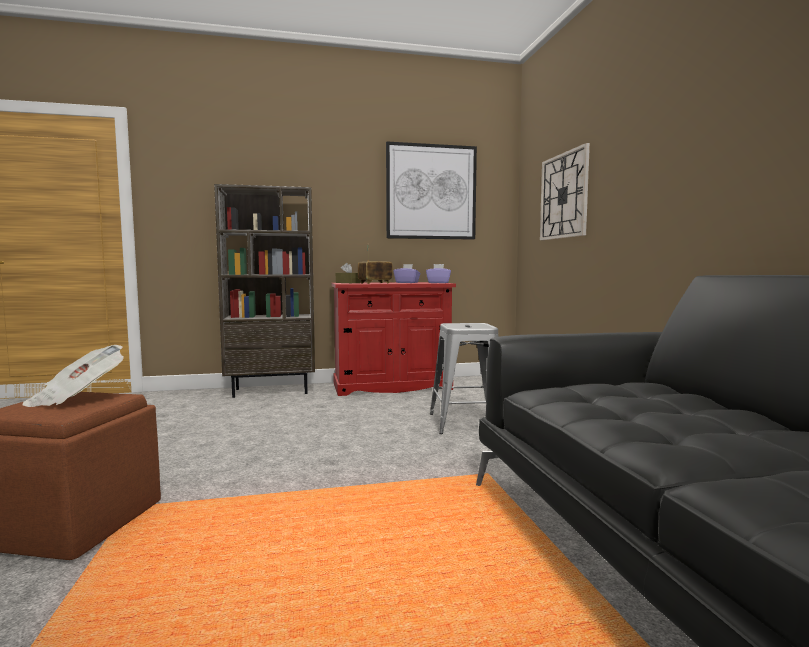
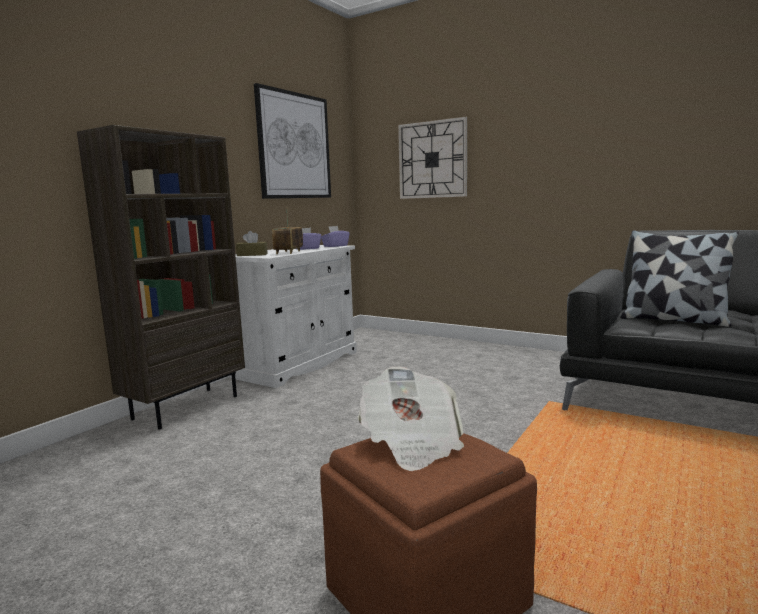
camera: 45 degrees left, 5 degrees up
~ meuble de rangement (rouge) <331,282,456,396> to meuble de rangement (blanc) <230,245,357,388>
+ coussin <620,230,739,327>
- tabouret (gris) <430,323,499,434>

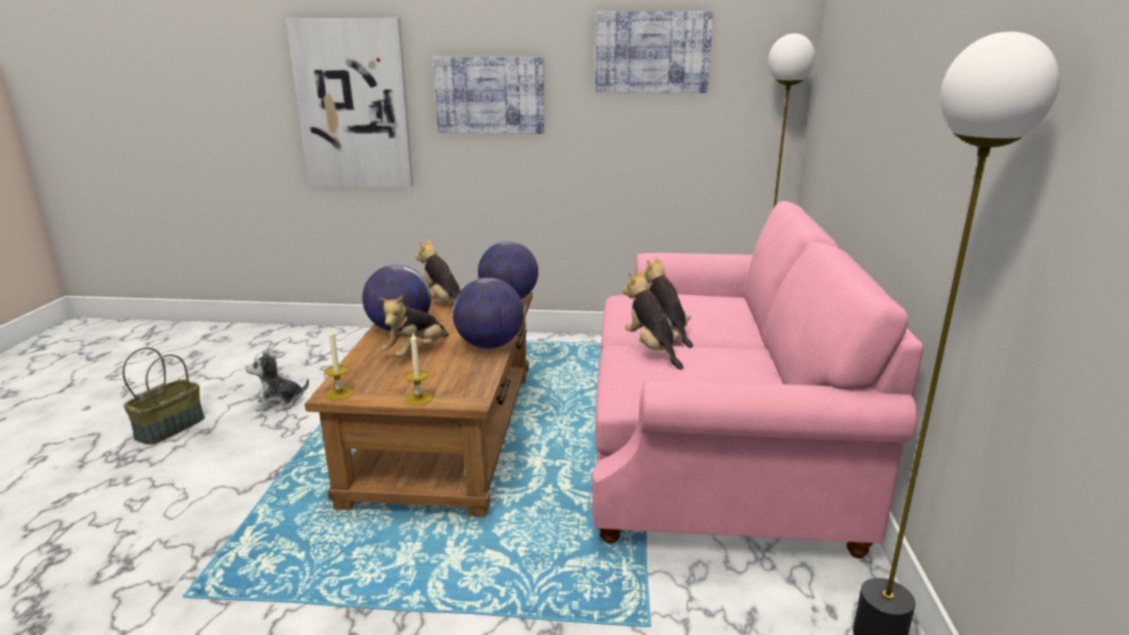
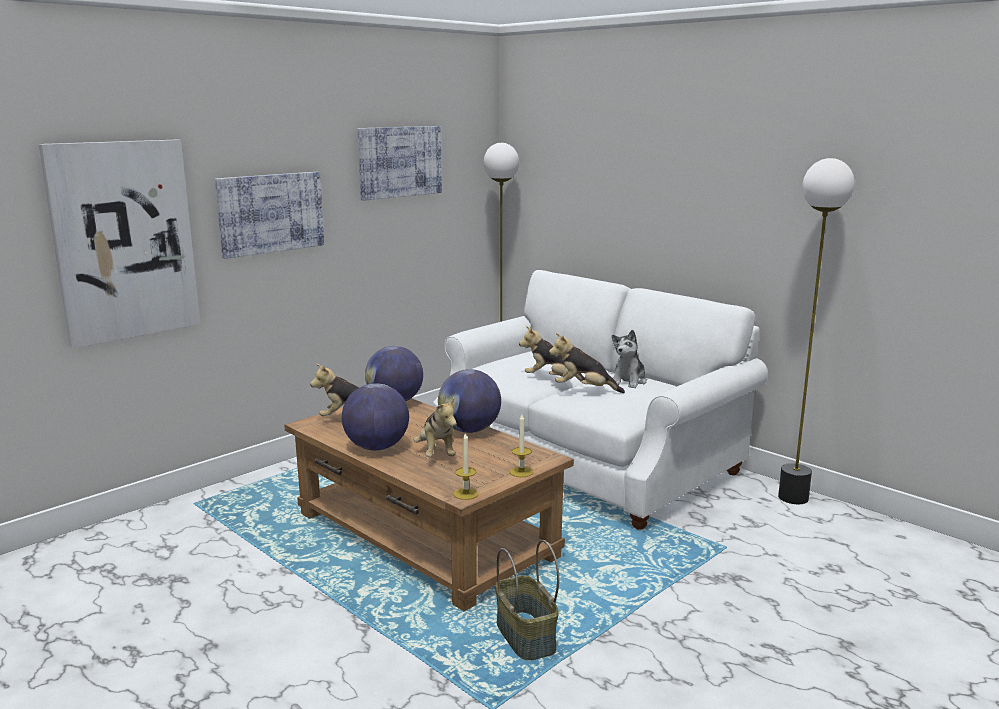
camera: 50 degrees left, 5 degrees down
~ canapé (rose) <592,201,923,558> to canapé (blanc) <433,270,768,530>
~ panier <122,347,205,445> to <495,540,559,661>
~ peluche <245,350,309,412> to <612,330,647,388>

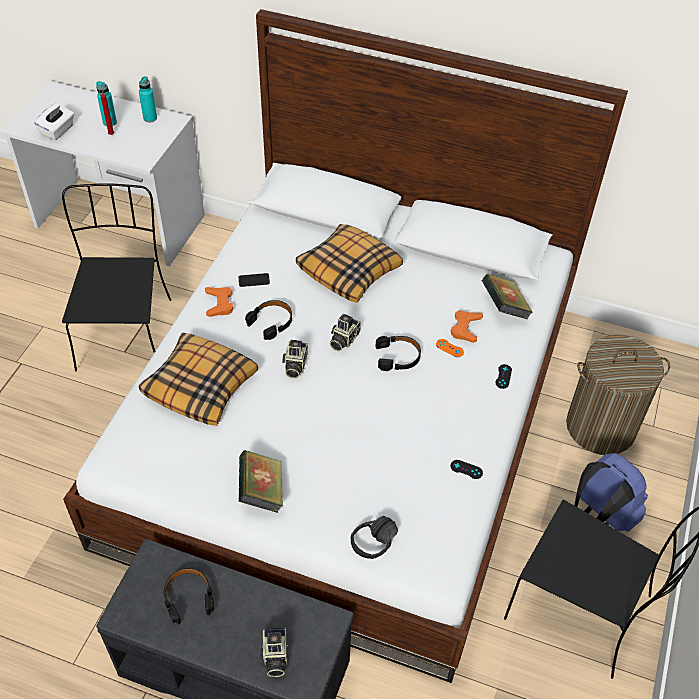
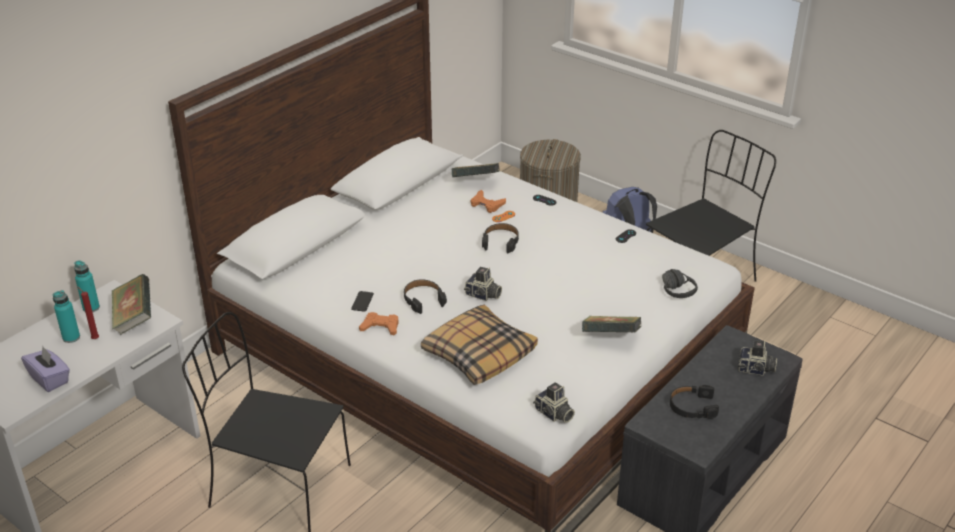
camera: 70 degrees left, 15 degrees down
~ boîte à mouchoirs (blanc) <34,103,74,140> to boîte à mouchoirs (violet) <21,347,70,392>
+ livre <112,274,151,335>
~ appareil photo <330,314,361,351> to <533,382,575,423>
- coussin <296,224,403,303>

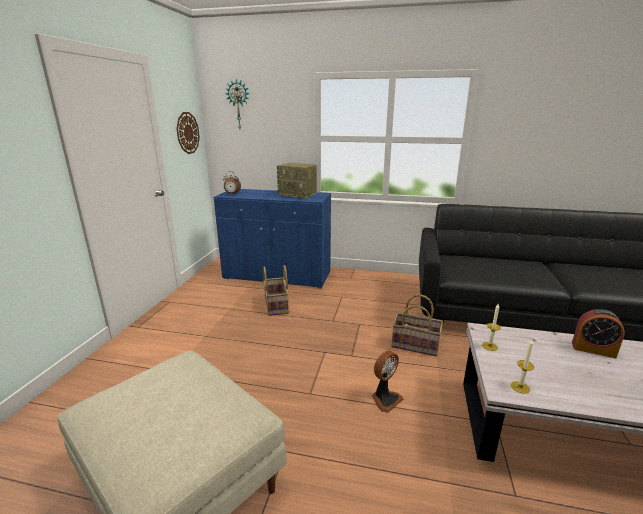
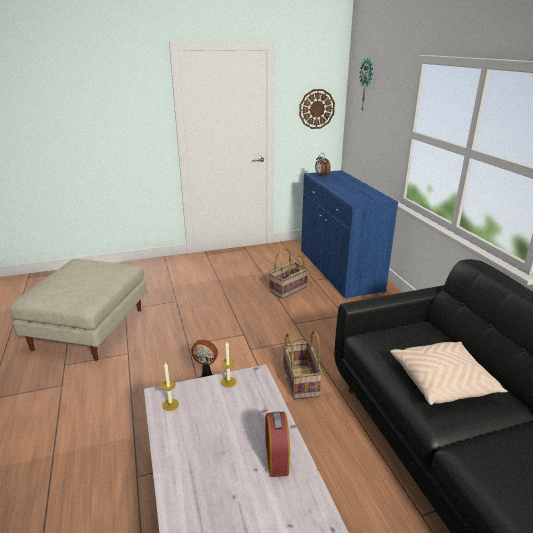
camera: 60 degrees right, 5 degrees up
+ coussin (beige) <390,342,507,405>
- radio <277,162,317,199>

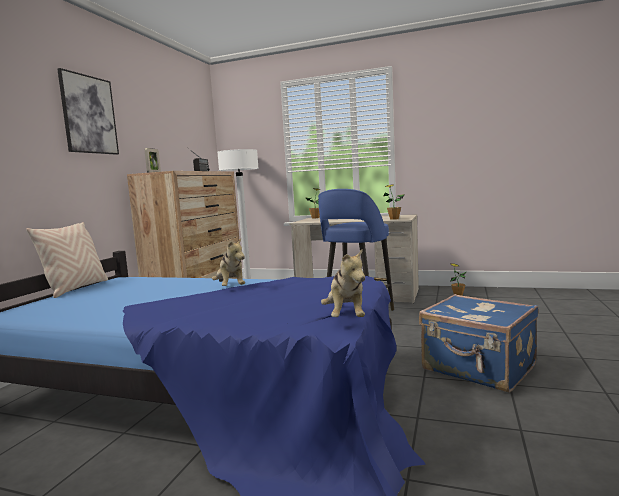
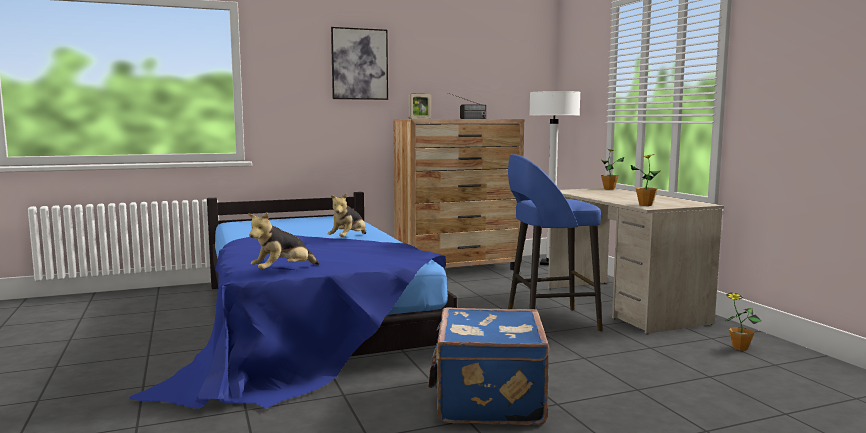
camera: 50 degrees right, 0 degrees up
- coussin (beige) <26,222,108,298>

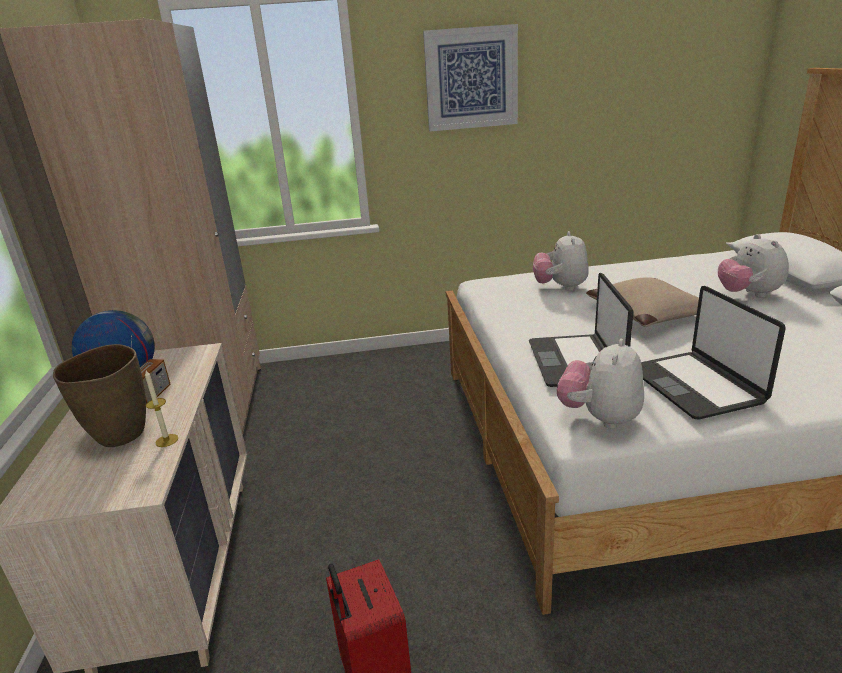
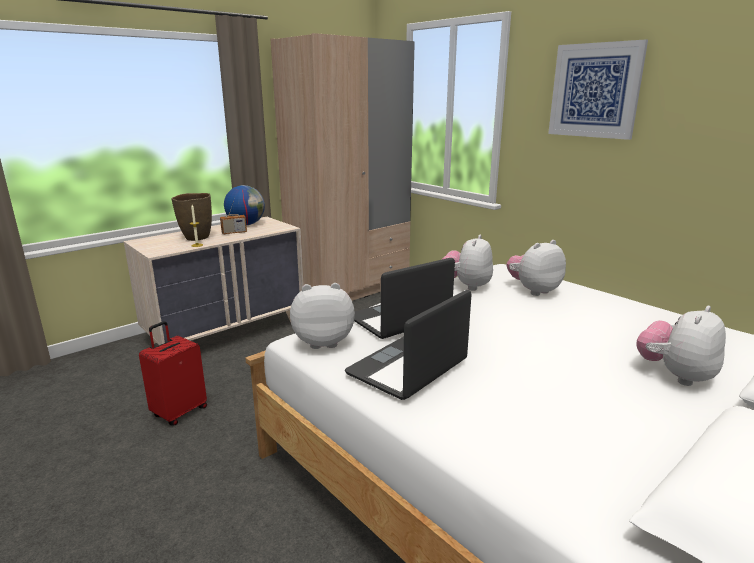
camera: 55 degrees right, 5 degrees down
+ peluche <442,235,493,291>
- coussin (beige) <586,277,699,327>

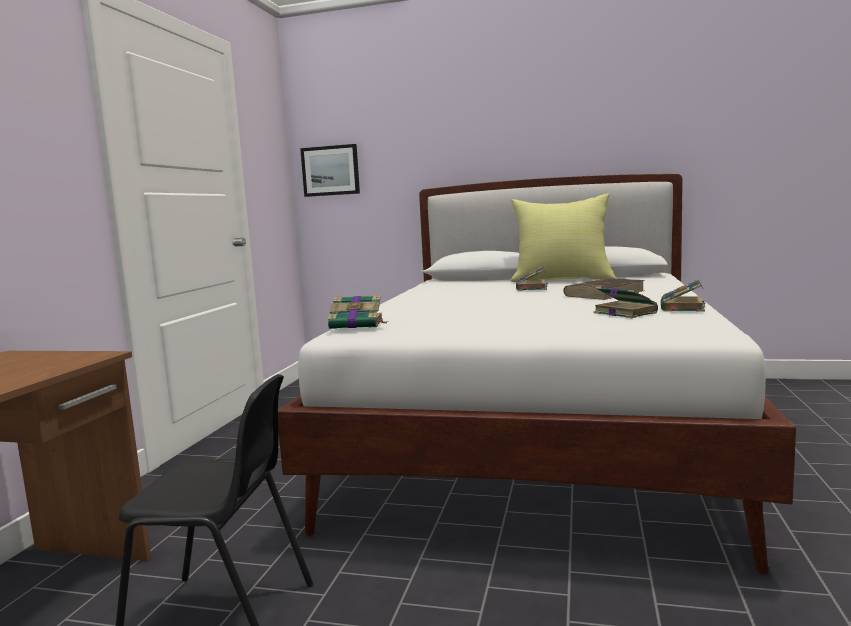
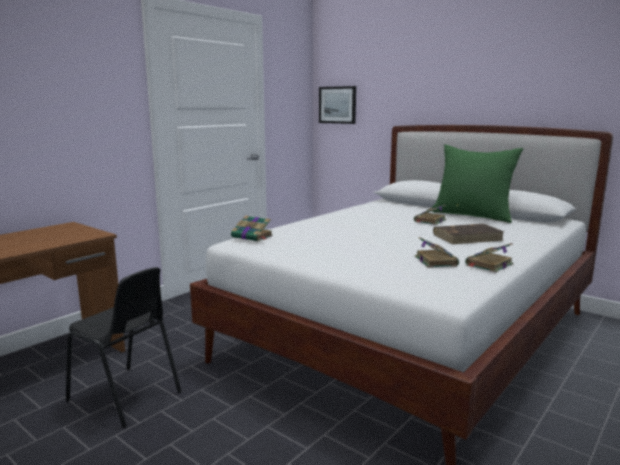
camera: 25 degrees right, 5 degrees up
~ coussin (jaune) <511,193,616,282> to coussin (vert) <432,144,523,223>

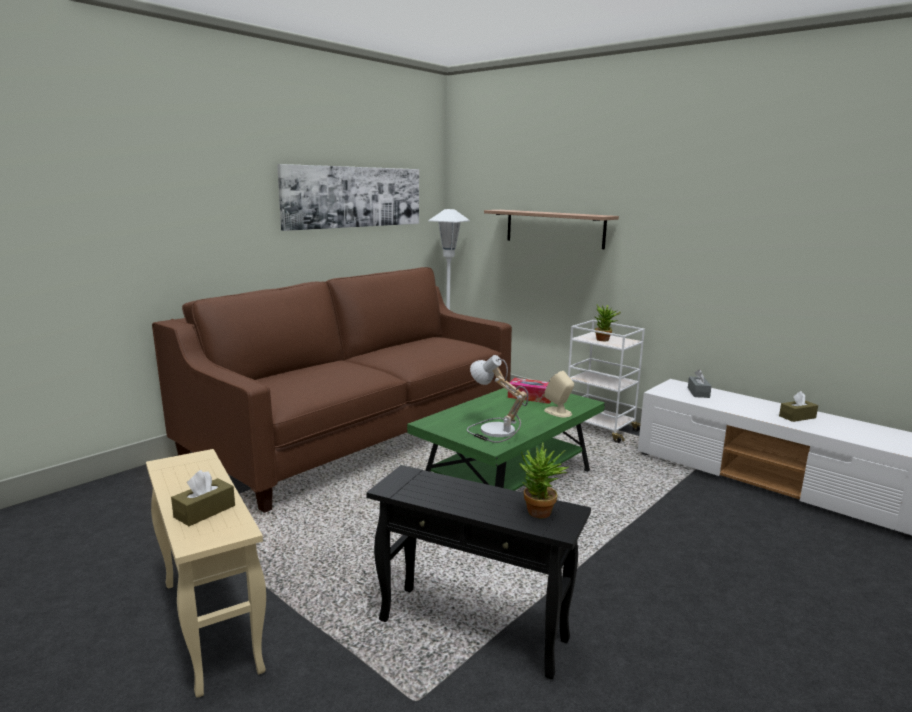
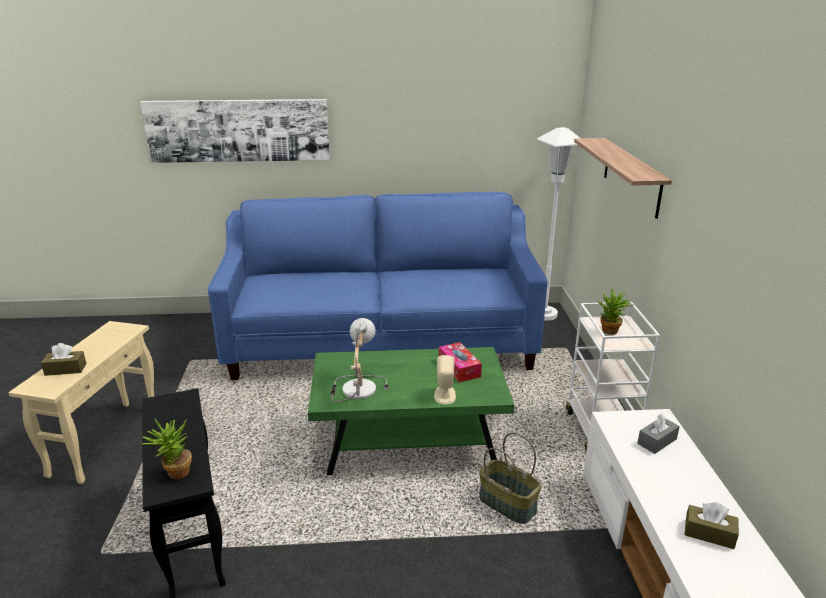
camera: 45 degrees right, 10 degrees up
~ tableau <277,164,419,231> to <140,99,330,163>
~ canapé (marron) <152,267,512,513> to canapé (bleu) <208,192,547,380>
+ panier <479,432,541,524>

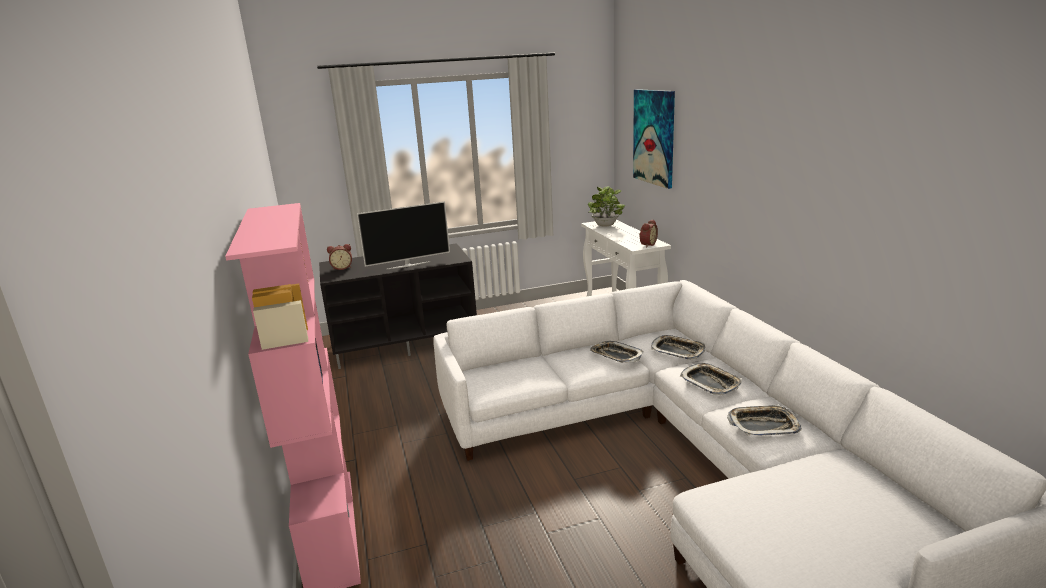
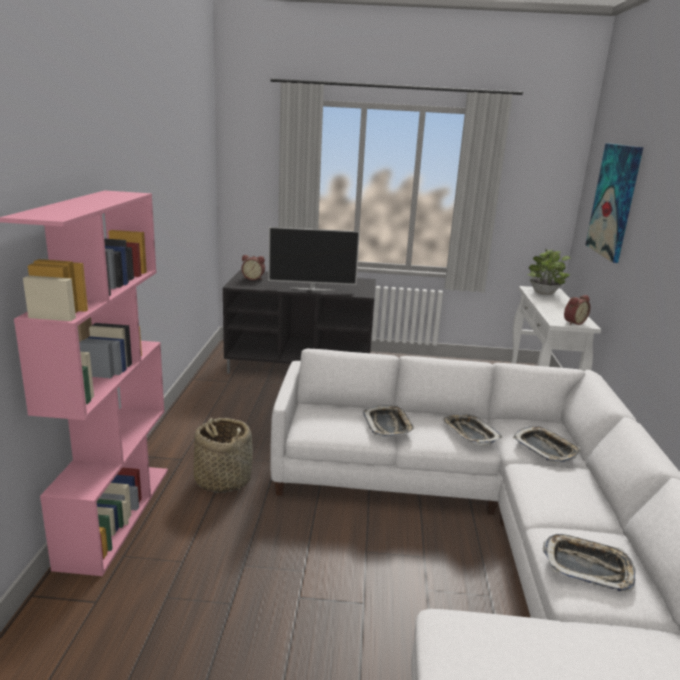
camera: 20 degrees right, 0 degrees up
+ panier <194,418,253,493>
~ plateau <679,363,742,395> to <363,405,415,437>

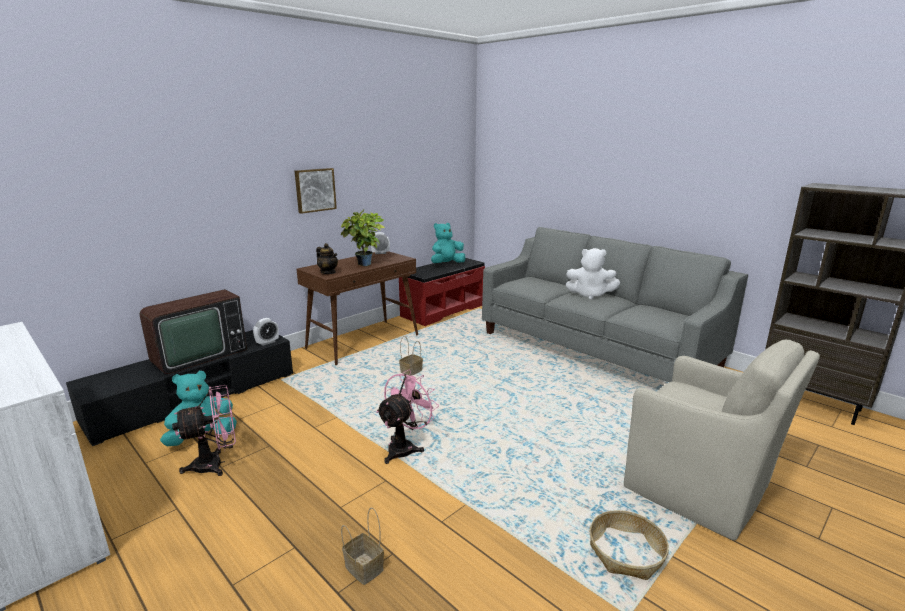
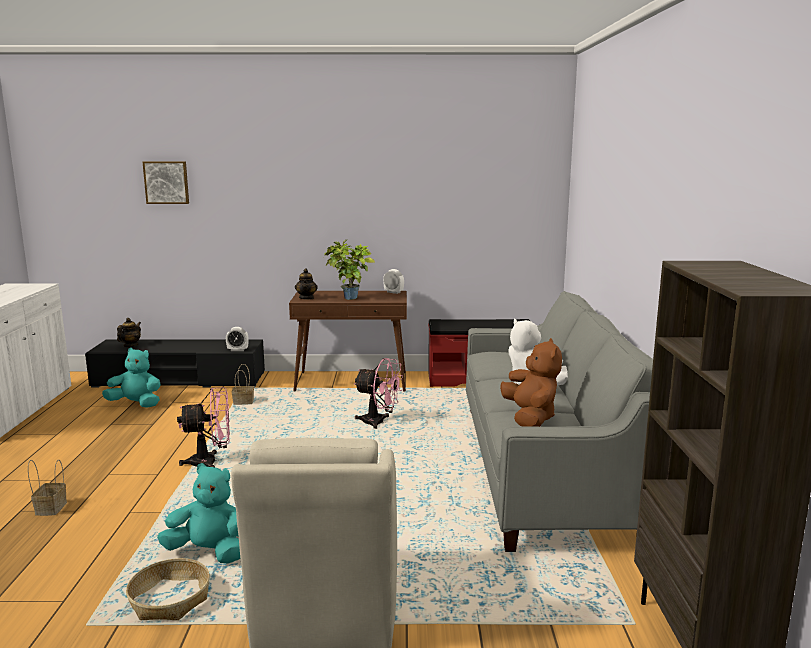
camera: 45 degrees right, 5 degrees down
+ théière <117,318,141,347>
~ tableau <295,168,337,214> to <143,161,189,204>
~ peluche (turquoise) <431,223,465,263> to <157,463,241,564>
~ panier <399,336,423,376> to <232,364,254,405>
~ ventilateur (rose) <172,385,236,476> to <354,358,403,429>
+ peluche (marron) <500,338,562,427>
- téléviseur <140,289,247,374>

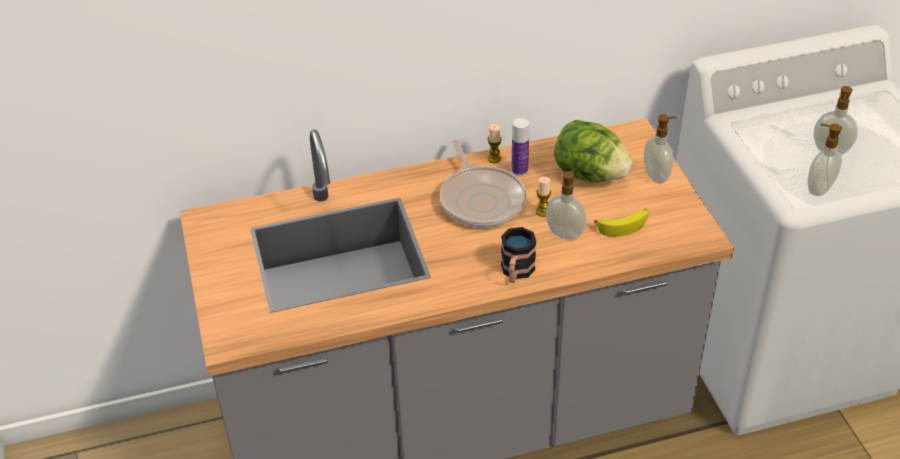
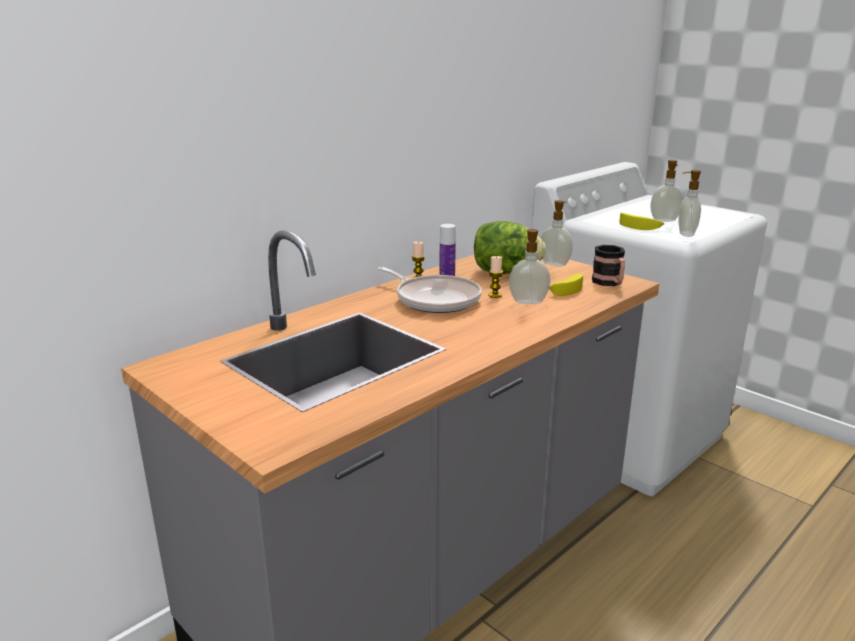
camera: 30 degrees left, 20 degrees down
~ mug <501,227,536,283> to <592,245,625,286>
+ banane <620,213,664,230>

